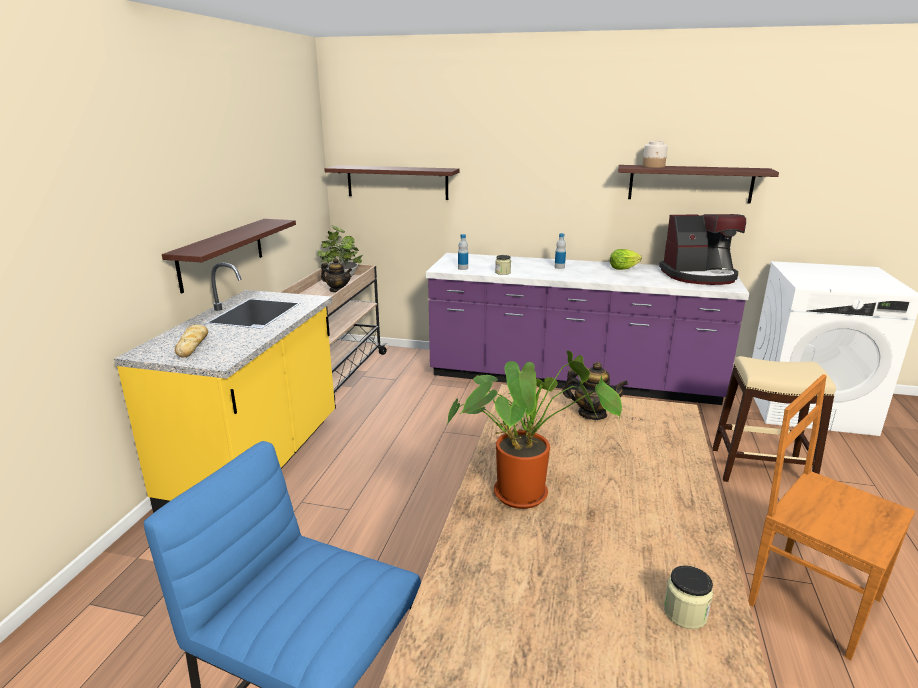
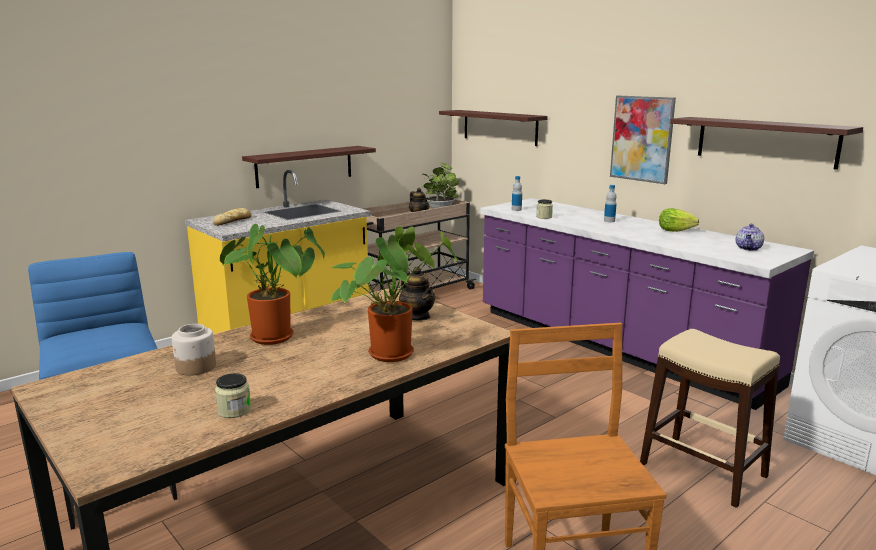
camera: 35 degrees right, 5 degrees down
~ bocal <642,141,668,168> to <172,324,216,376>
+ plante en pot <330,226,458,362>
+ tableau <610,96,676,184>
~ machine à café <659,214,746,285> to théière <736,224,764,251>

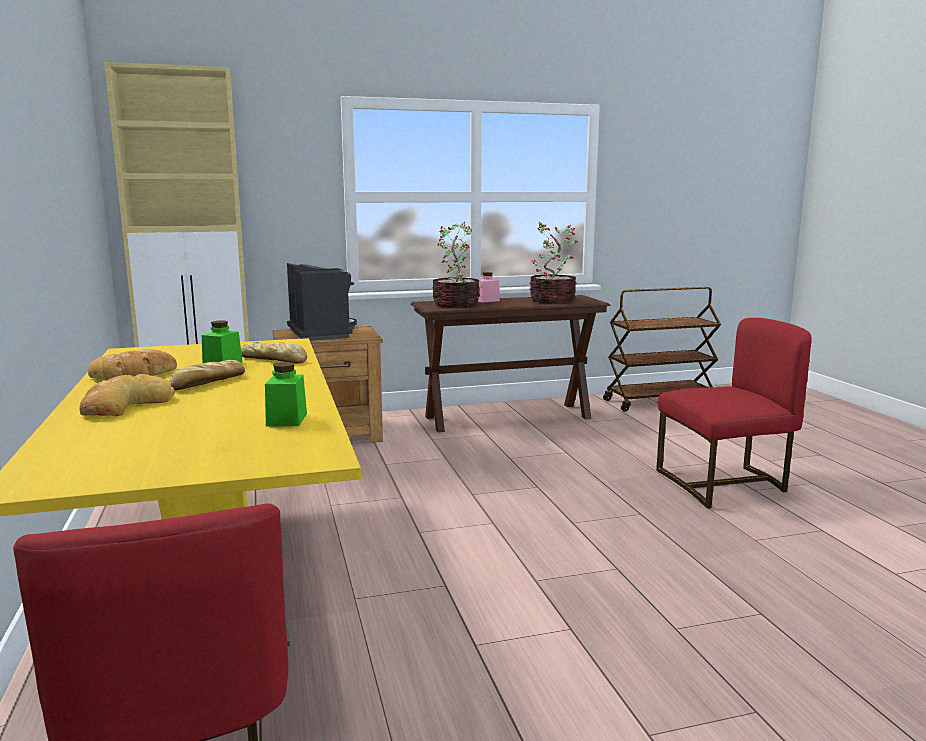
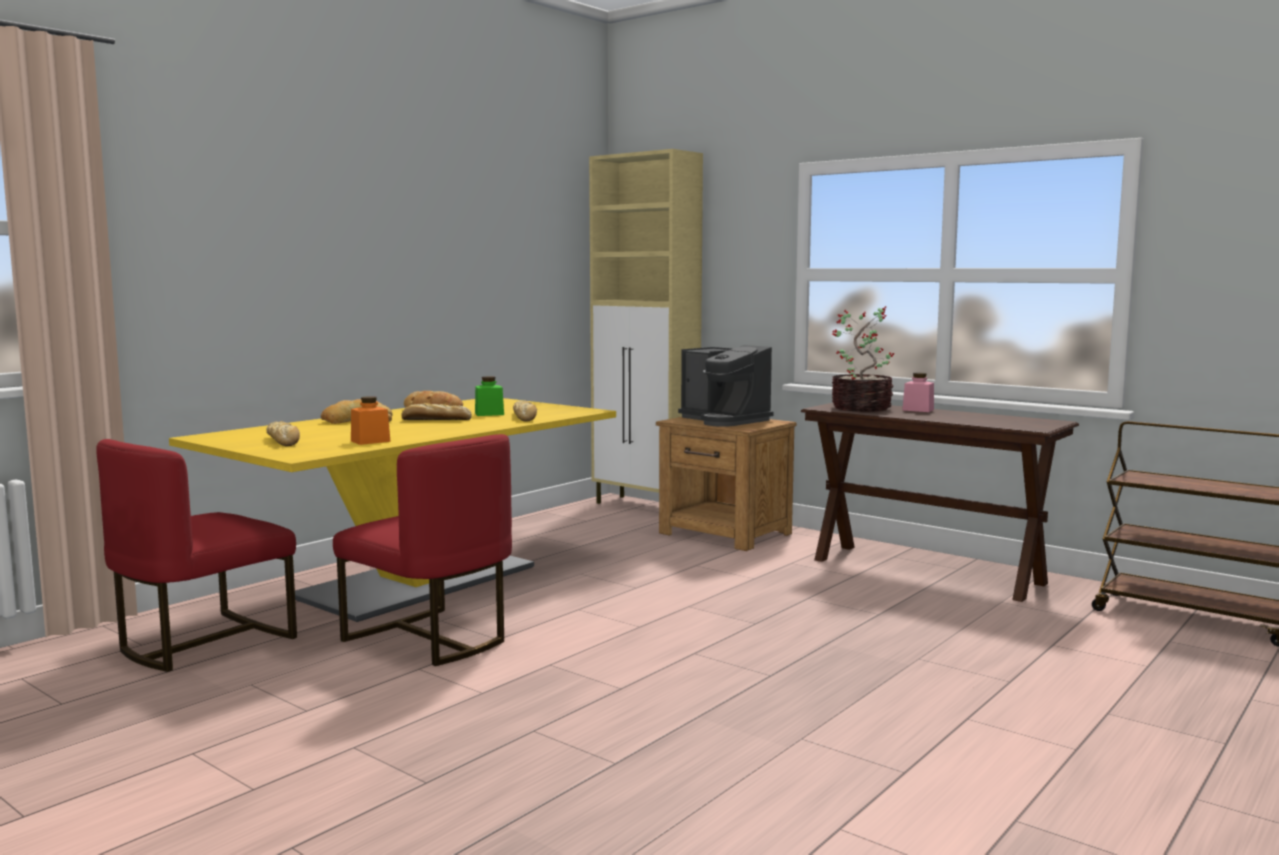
camera: 55 degrees right, 5 degrees down
+ pain <267,421,300,446>
~ chaise (rouge) <656,318,811,509> to <333,434,512,666>
~ bocal (vert) <265,362,307,426> to bocal (orange) <351,396,391,445>
~ machine à café <287,263,357,341> = <678,345,774,427> 105 degrees clockwise
- plante en pot <529,222,578,304>

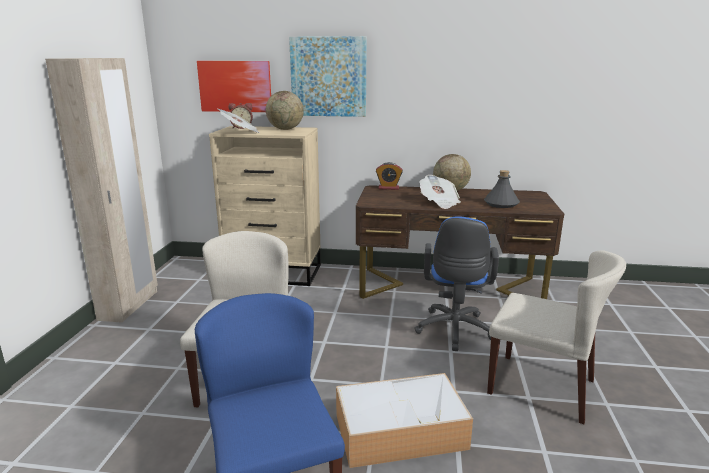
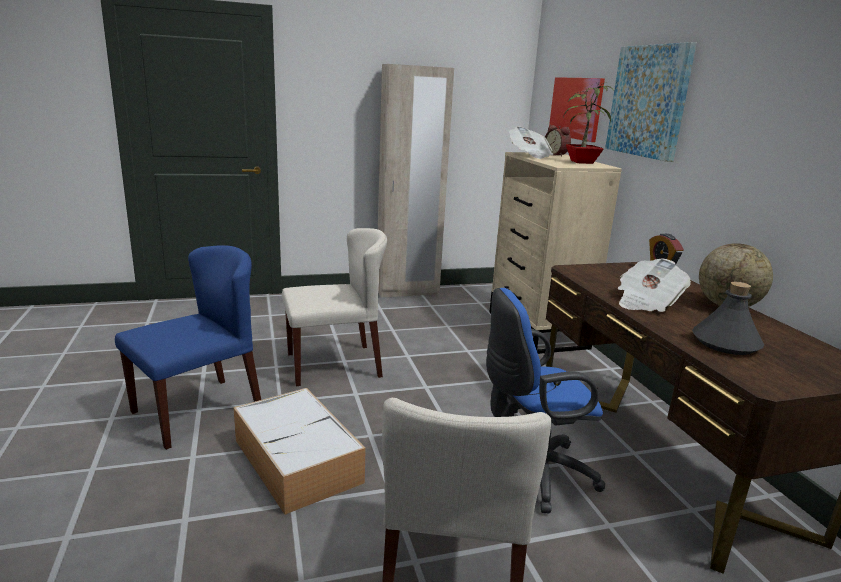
camera: 65 degrees right, 0 degrees up
~ globe <266,91,304,130> to plante en pot <564,81,614,164>

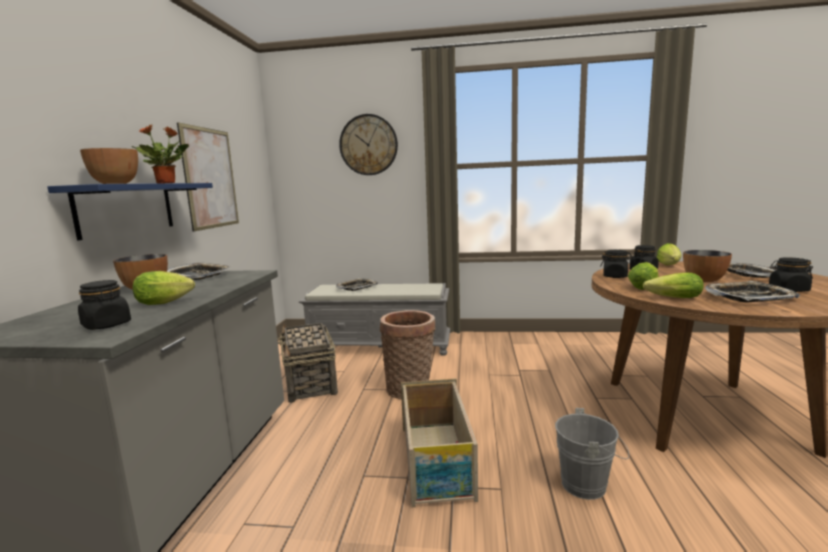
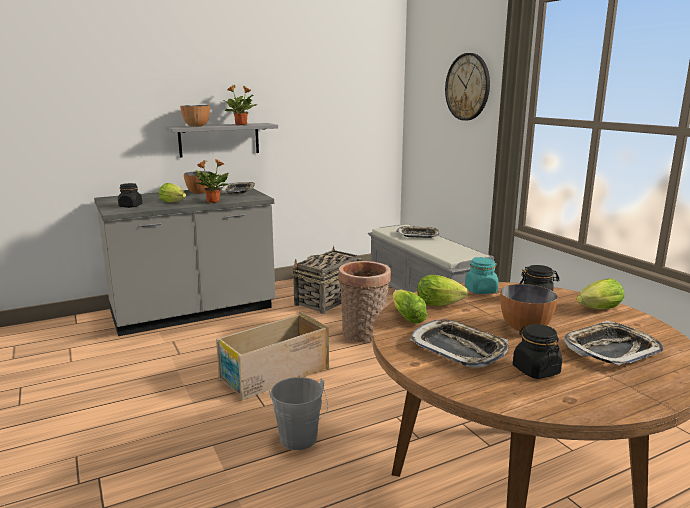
camera: 55 degrees right, 5 degrees up
~ étagère (bleu) <47,183,213,240> to étagère (gris) <165,123,278,158>
+ plante en pot <193,159,229,203>
~ bocal (noir) <600,250,633,278> to bocal (turquoise) <465,257,498,294>
- tableau <177,122,239,232>

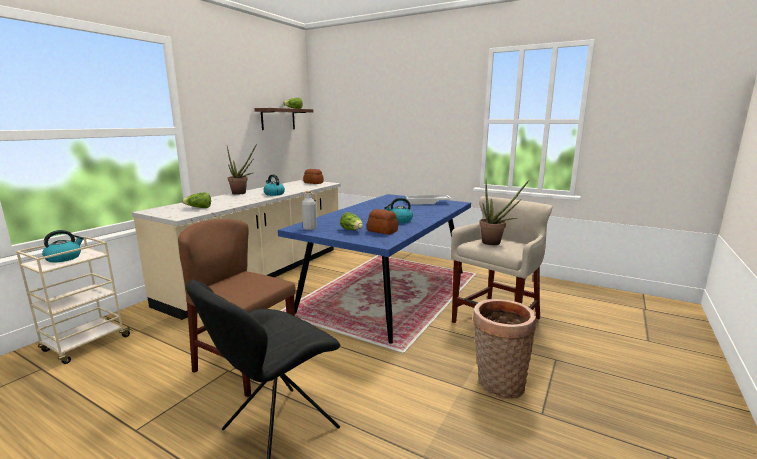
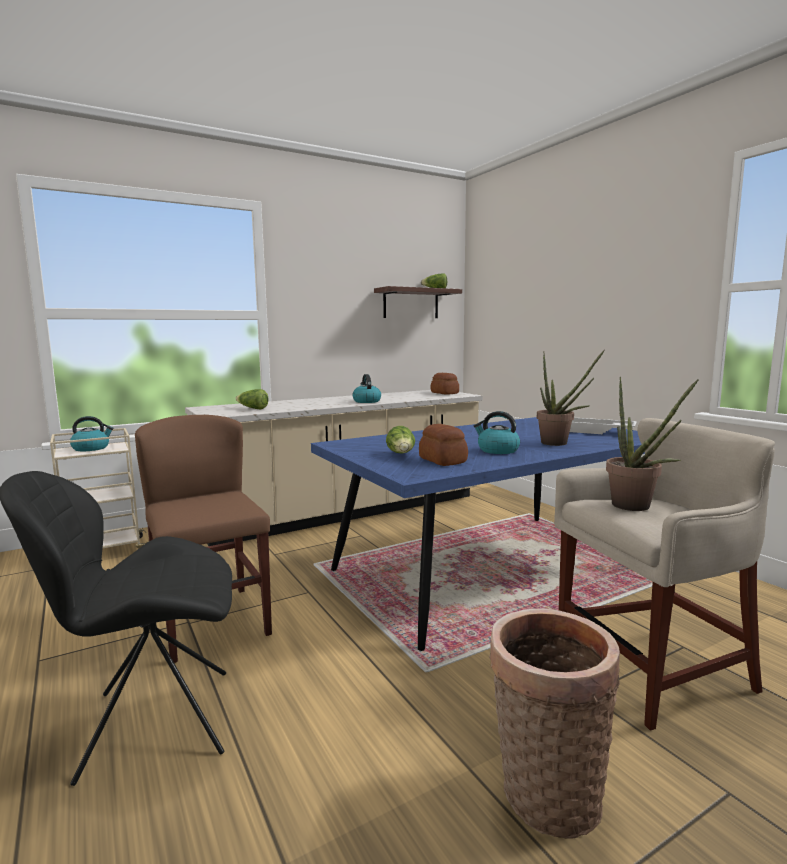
camera: 30 degrees right, 5 degrees down
~ plante en pot <227,144,257,195> to <537,350,605,446>
- bouteille (gris) <302,191,317,230>

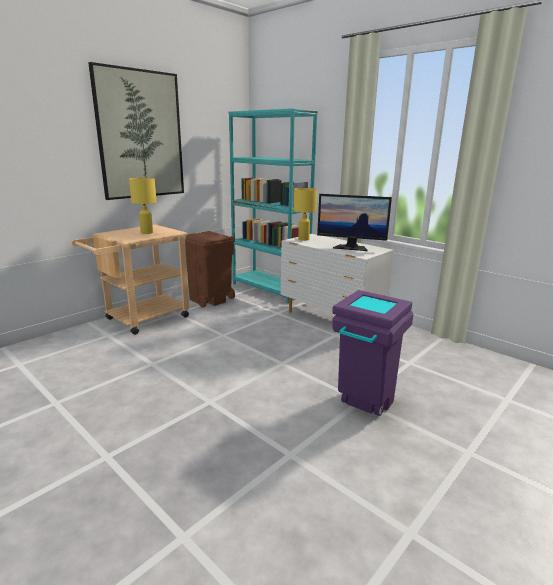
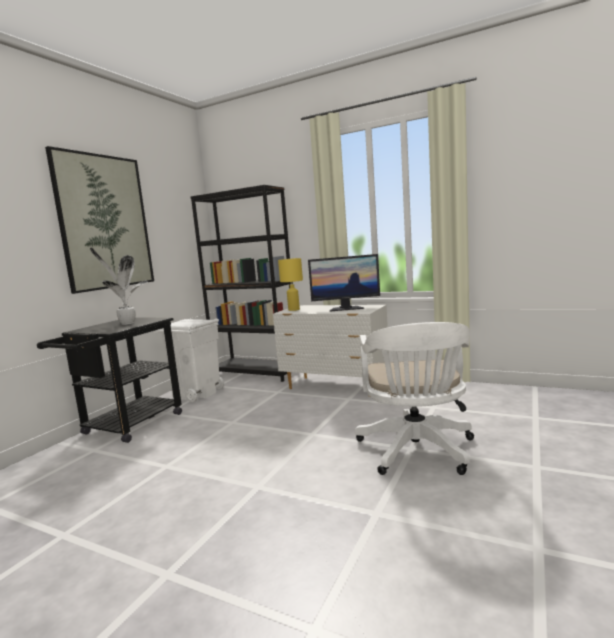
camera: 15 degrees left, 10 degrees down
~ chariot (beige) <71,225,190,335> to chariot (noir) <37,317,182,443>
~ lampe de table (jaune) <129,178,157,234> to plante en pot <90,248,148,325>
~ poubelle (marron) <185,231,235,308> to poubelle (blanc) <153,319,224,402>
~ bibliothèque (turquoise) <228,108,318,303> to bibliothèque (noir) <191,185,291,382>
~ poubelle (violet) <332,290,414,416> to chaise de bureau (blanc) <355,322,474,475>

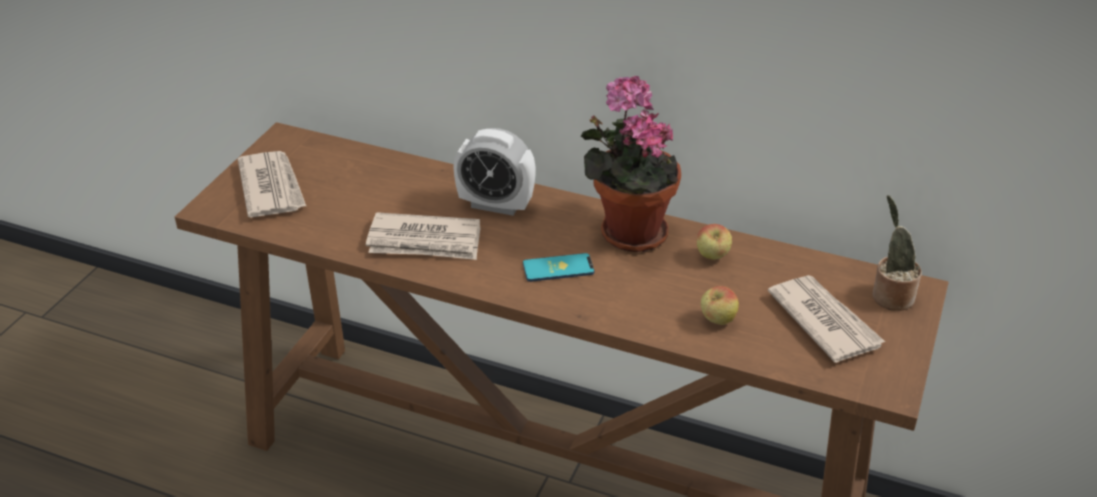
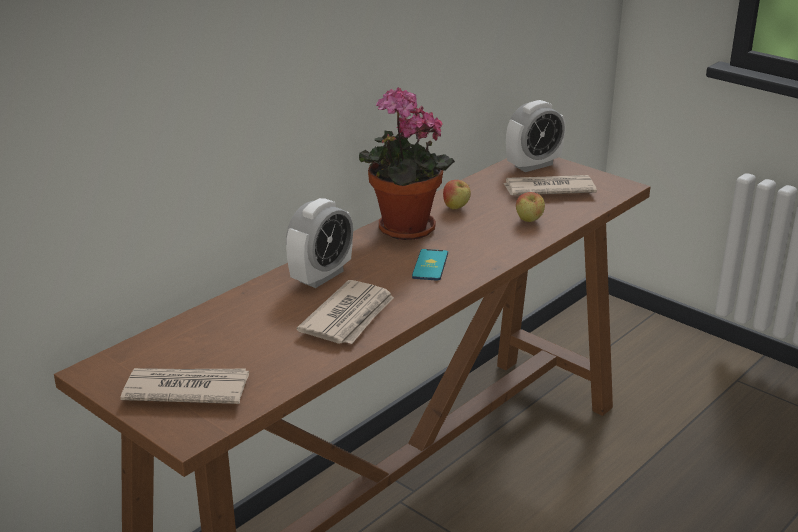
camera: 70 degrees left, 10 degrees down
~ plante en pot <873,195,922,311> to réveil <506,100,565,172>

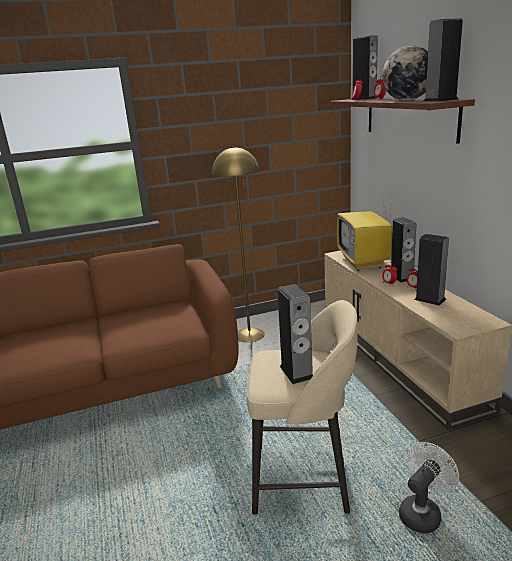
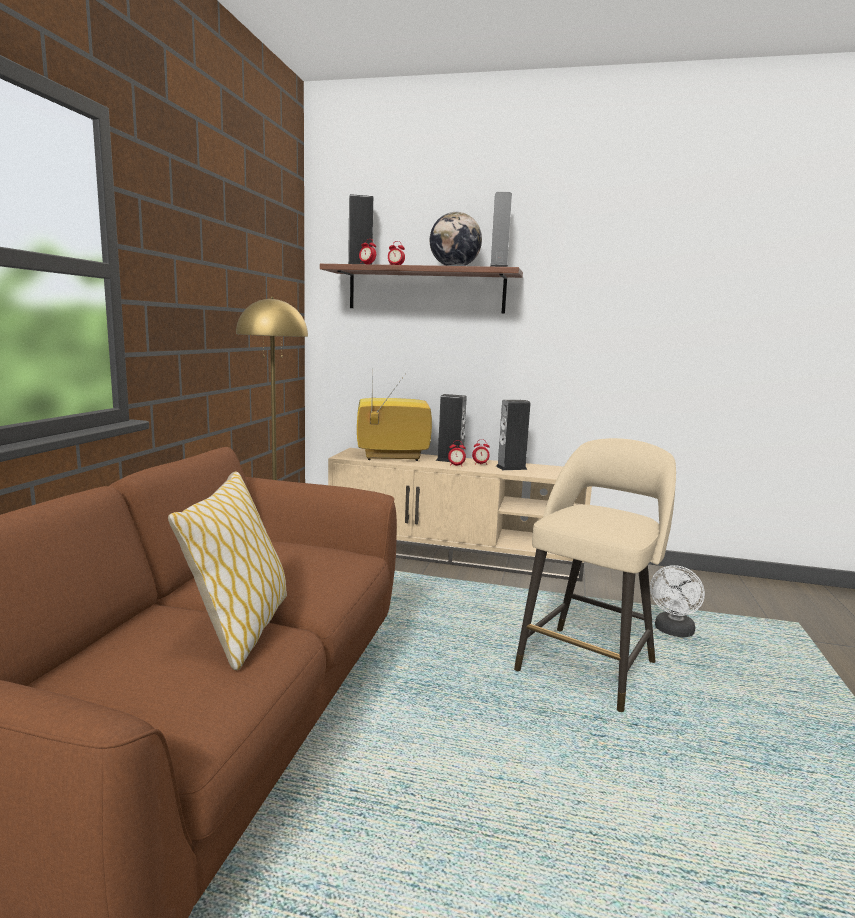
camera: 60 degrees left, 10 degrees down
+ coussin <168,472,287,670>
~ téléviseur <337,193,392,271> = <357,372,432,461> 150 degrees clockwise
~ ventilateur (blanc) <399,442,459,534> = <650,565,705,638> 135 degrees counterclockwise
- enceinte <277,284,313,384>

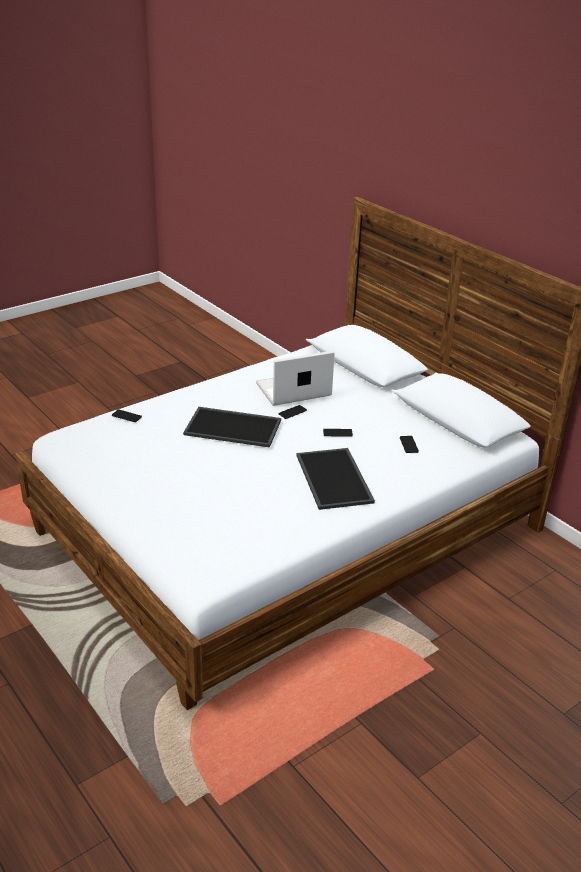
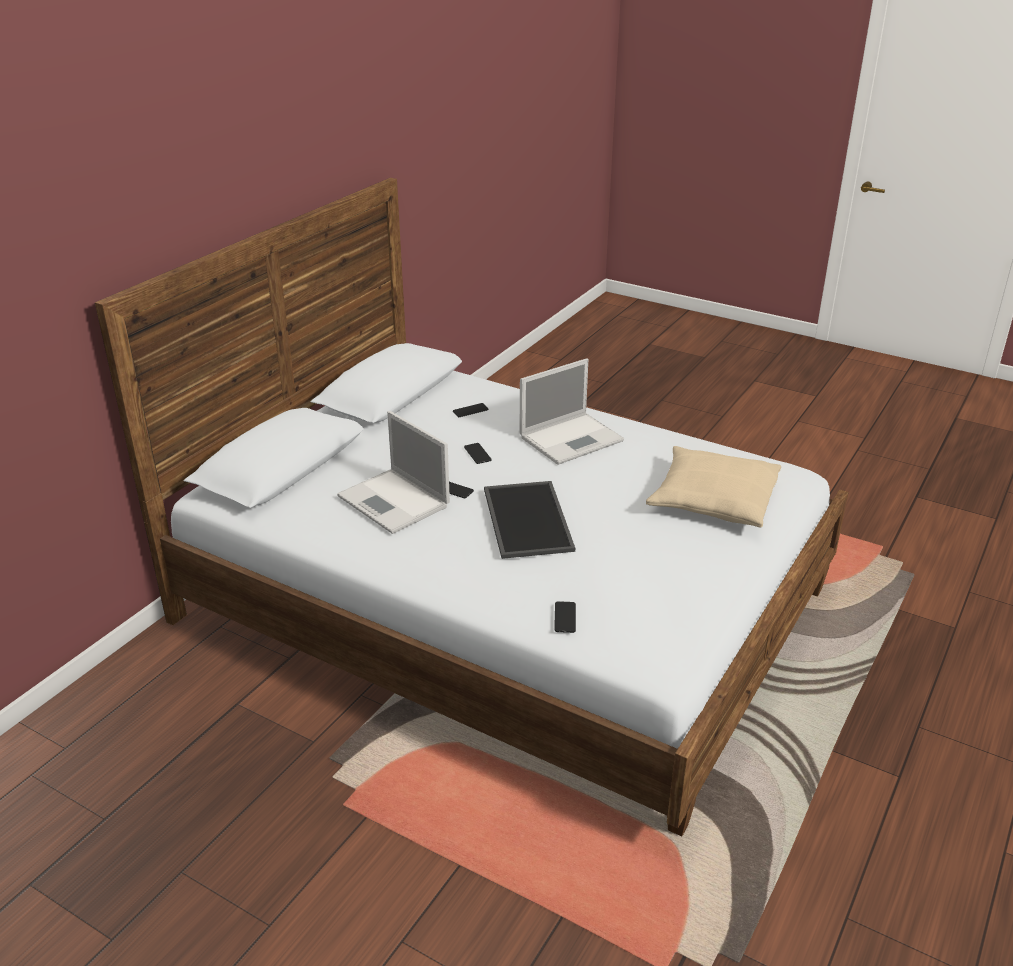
camera: 110 degrees left, 0 degrees up
~ plateau <297,448,375,510> to ordinateur portable <519,358,624,465>
+ coussin (beige) <646,446,781,527>

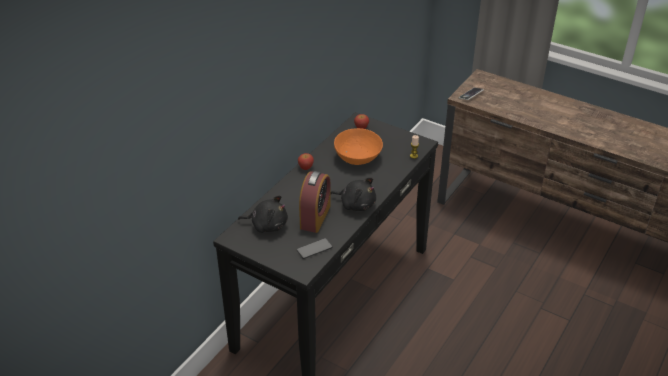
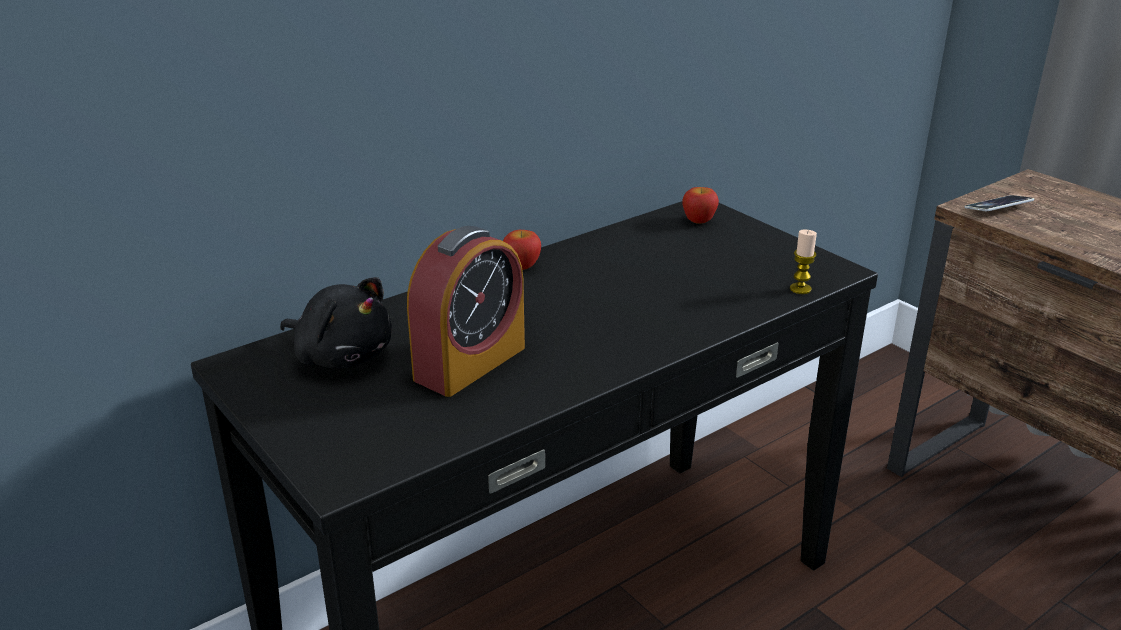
camera: 20 degrees right, 10 degrees down
- téléphone <297,238,333,259>
- peluche (noir) <331,178,376,211>
- bol (orange) <334,128,383,165>

